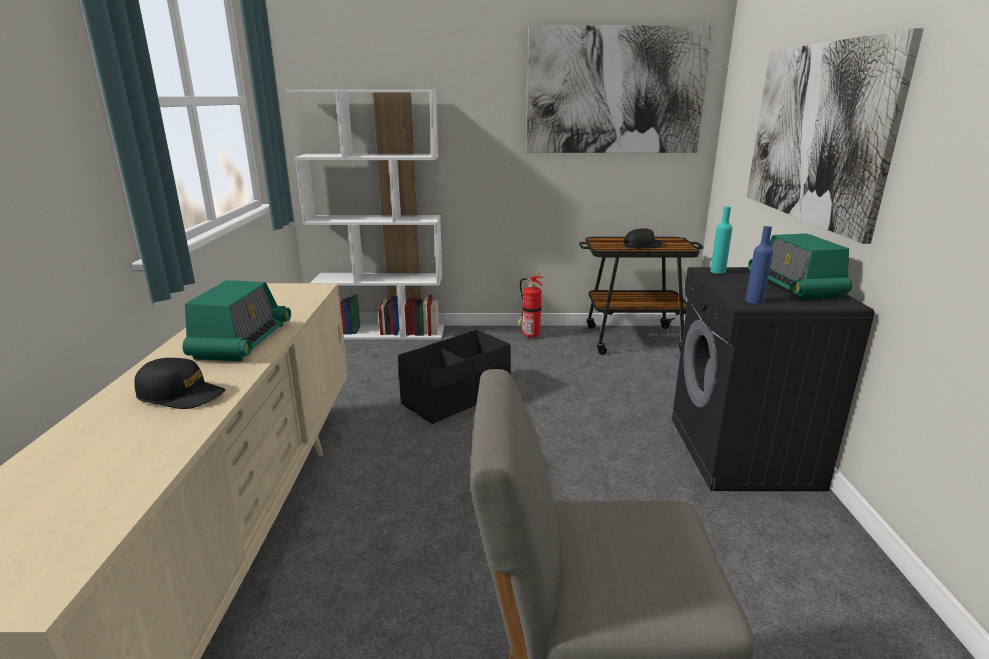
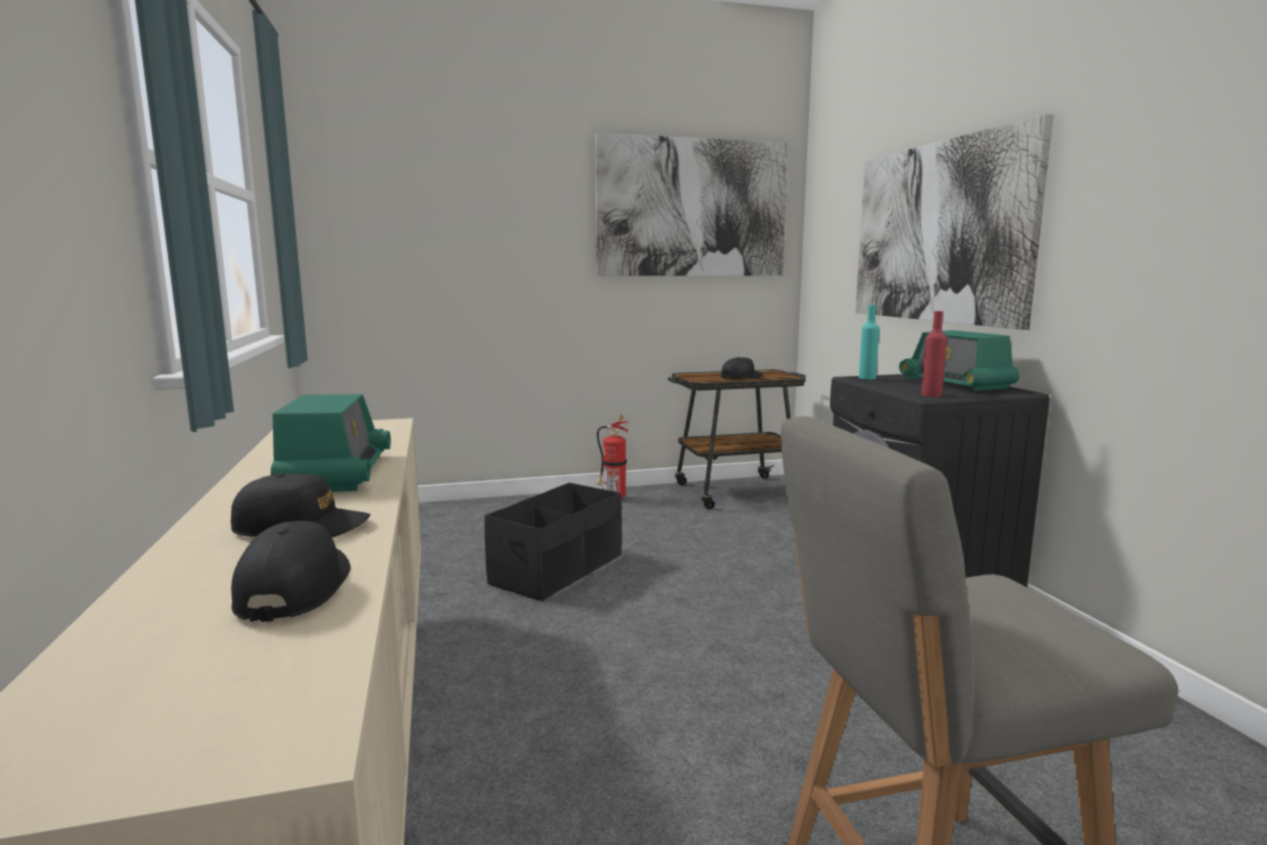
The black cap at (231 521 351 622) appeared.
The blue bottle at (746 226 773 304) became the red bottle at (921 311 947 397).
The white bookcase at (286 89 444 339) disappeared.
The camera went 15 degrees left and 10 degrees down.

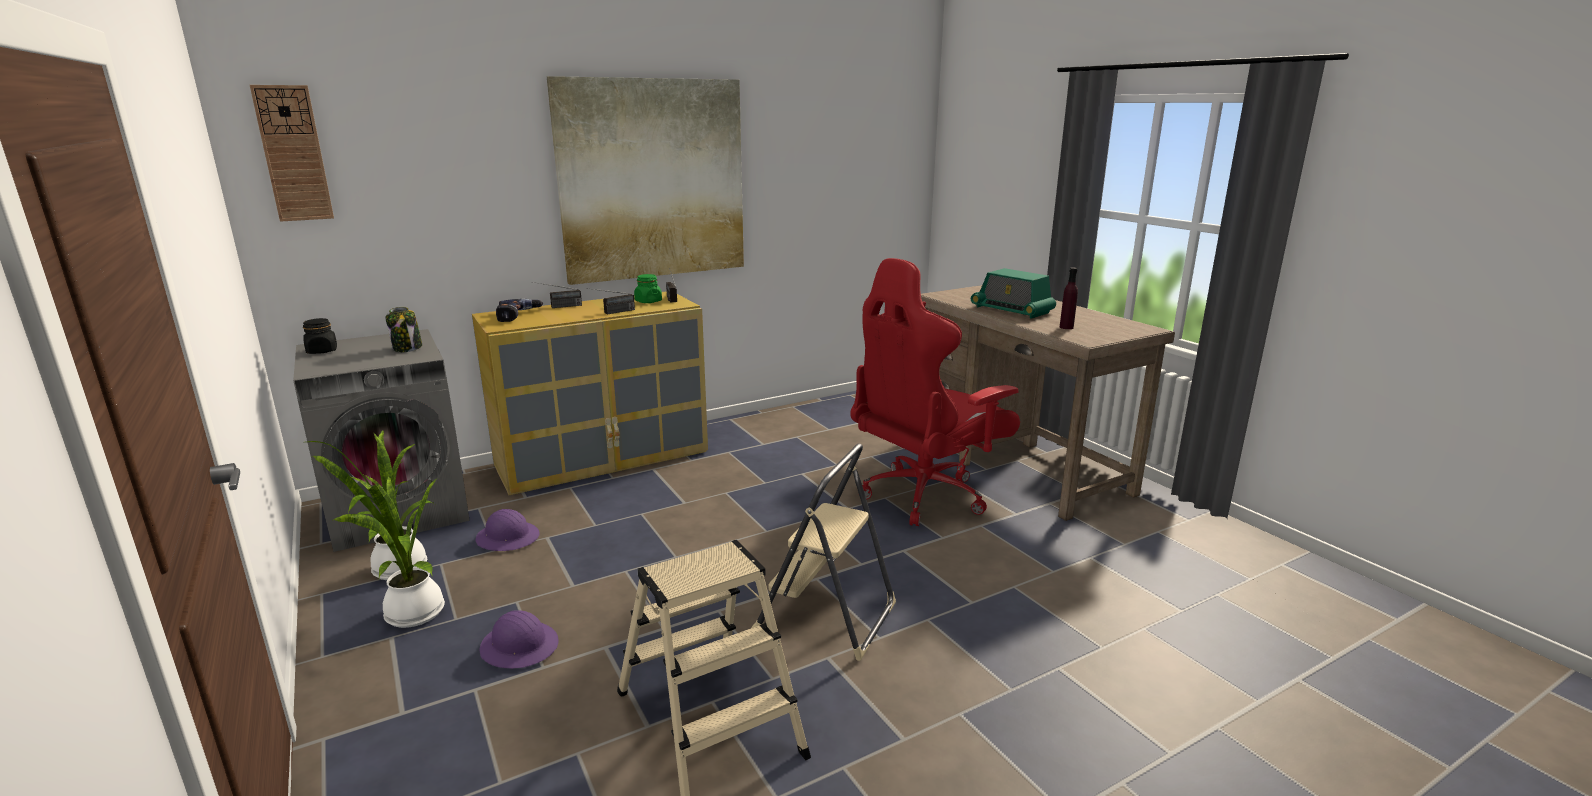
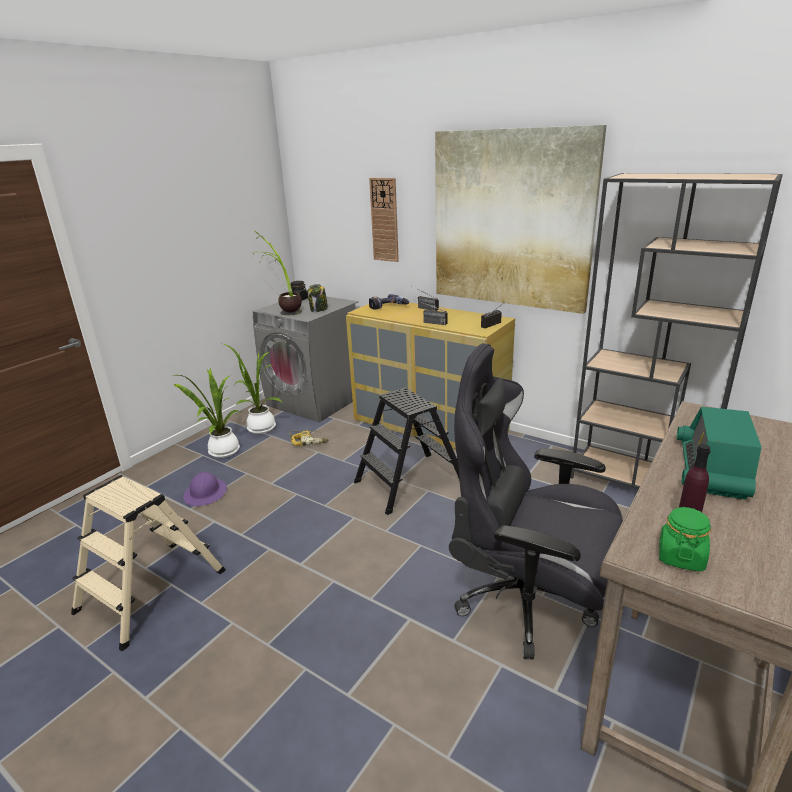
The potted plant at (251 231 302 315) appeared.
The purple hard hat at (475 509 540 551) was replaced by the power drill at (289 430 328 446).
The black step ladder at (354 387 460 515) appeared.
The wall clock moved from (250 85 334 222) to (369 178 399 262).
The red office chair at (850 258 1020 526) became the black office chair at (449 343 623 660).
The bookcase at (570 173 783 489) appeared.
The green jar moved from (634 274 662 303) to (659 507 711 572).
The beige step ladder at (751 443 896 661) disappeared.
The camera went 65 degrees right and 5 degrees up.

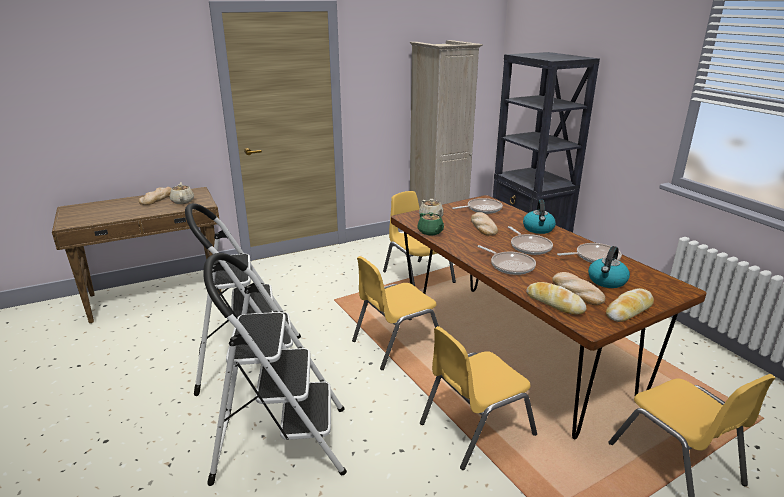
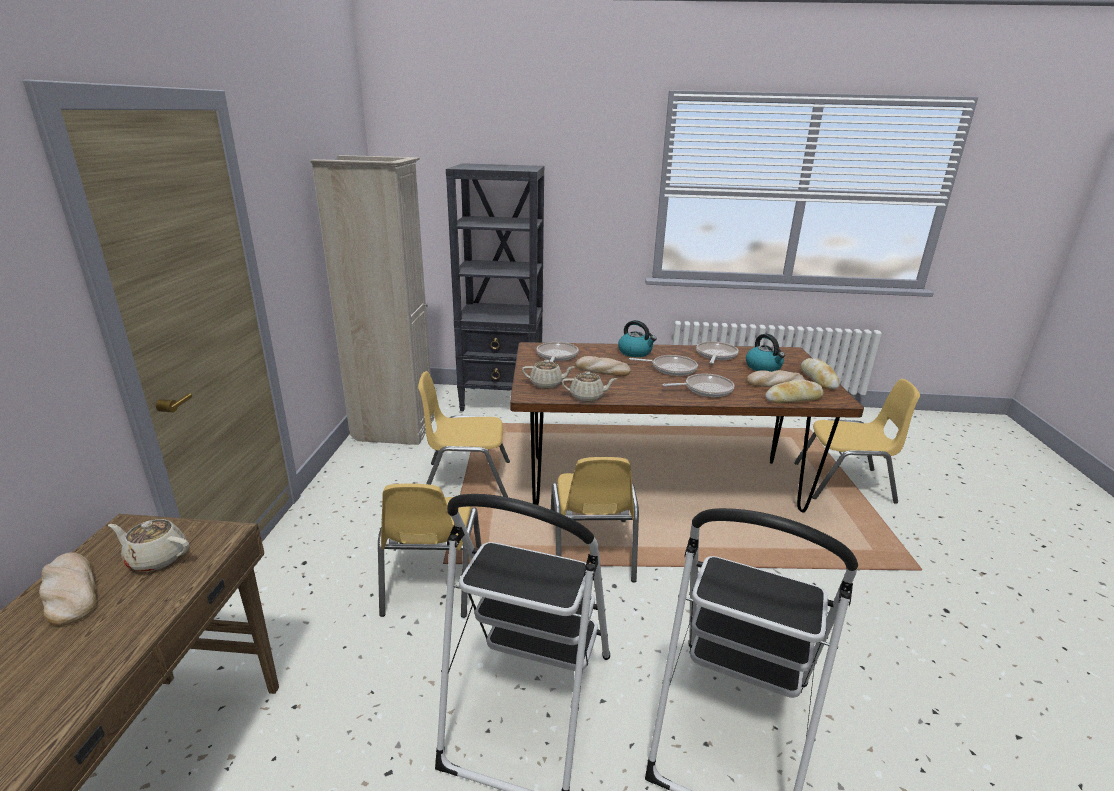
The yellow chair moved from (420 326 537 470) to (378 484 481 618).
The green teapot at (418 212 444 235) became the beige teapot at (562 371 617 402).
The camera went 60 degrees left and 0 degrees up.

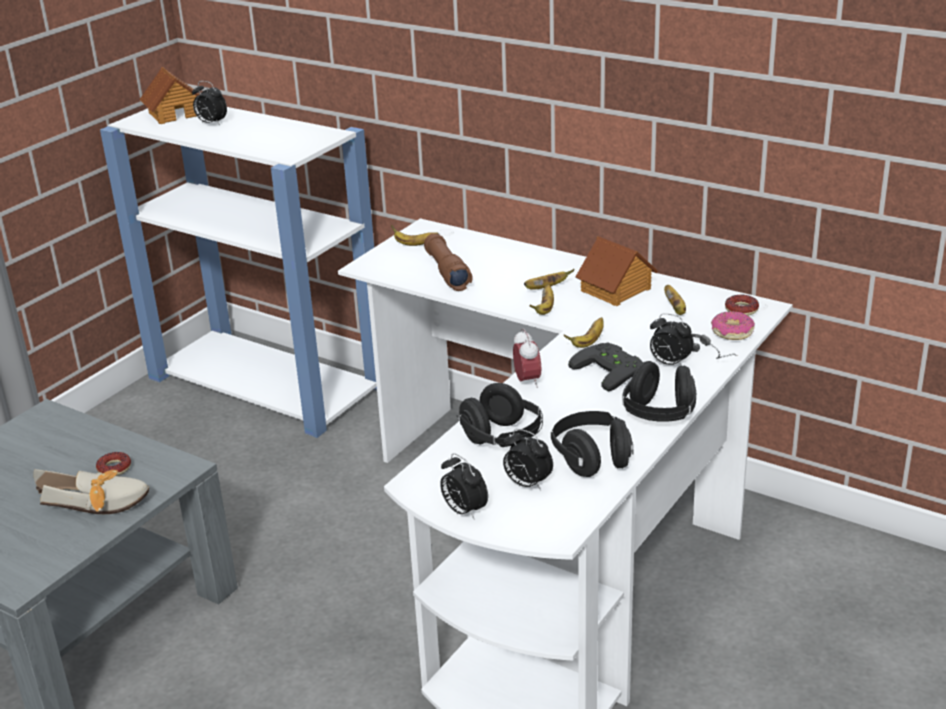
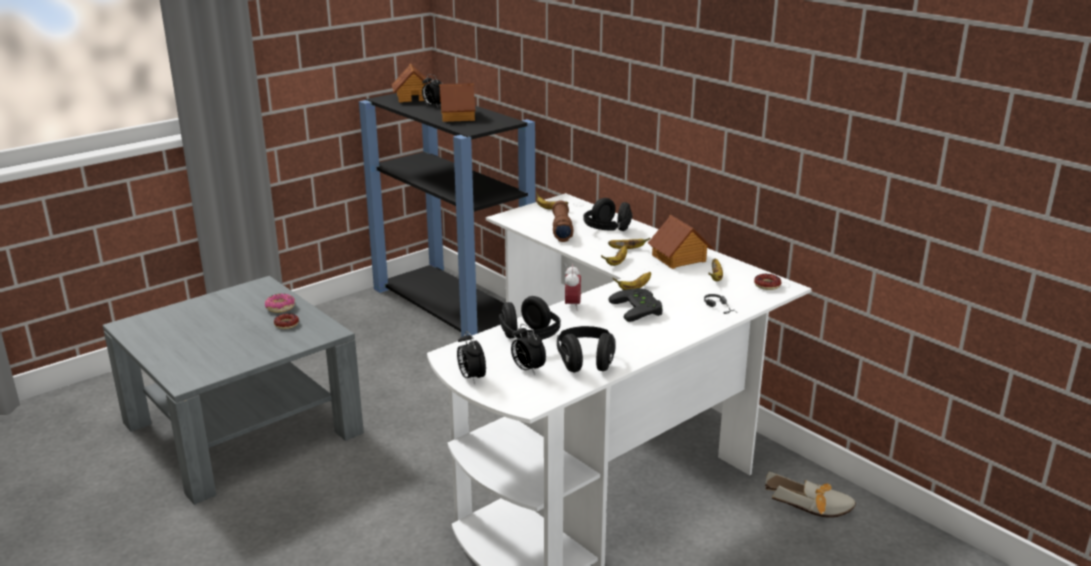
The donut moved from (711 311 755 340) to (265 294 295 313).
The white bookcase at (100 107 377 438) became the black bookcase at (359 93 535 337).
The toy house at (439 83 476 122) appeared.
The black headphones moved from (622 361 696 422) to (583 198 632 231).
The shoe moved from (34 469 149 514) to (765 472 856 518).
The alarm clock at (650 313 694 366) disappeared.
The camera went 15 degrees right and 5 degrees down.

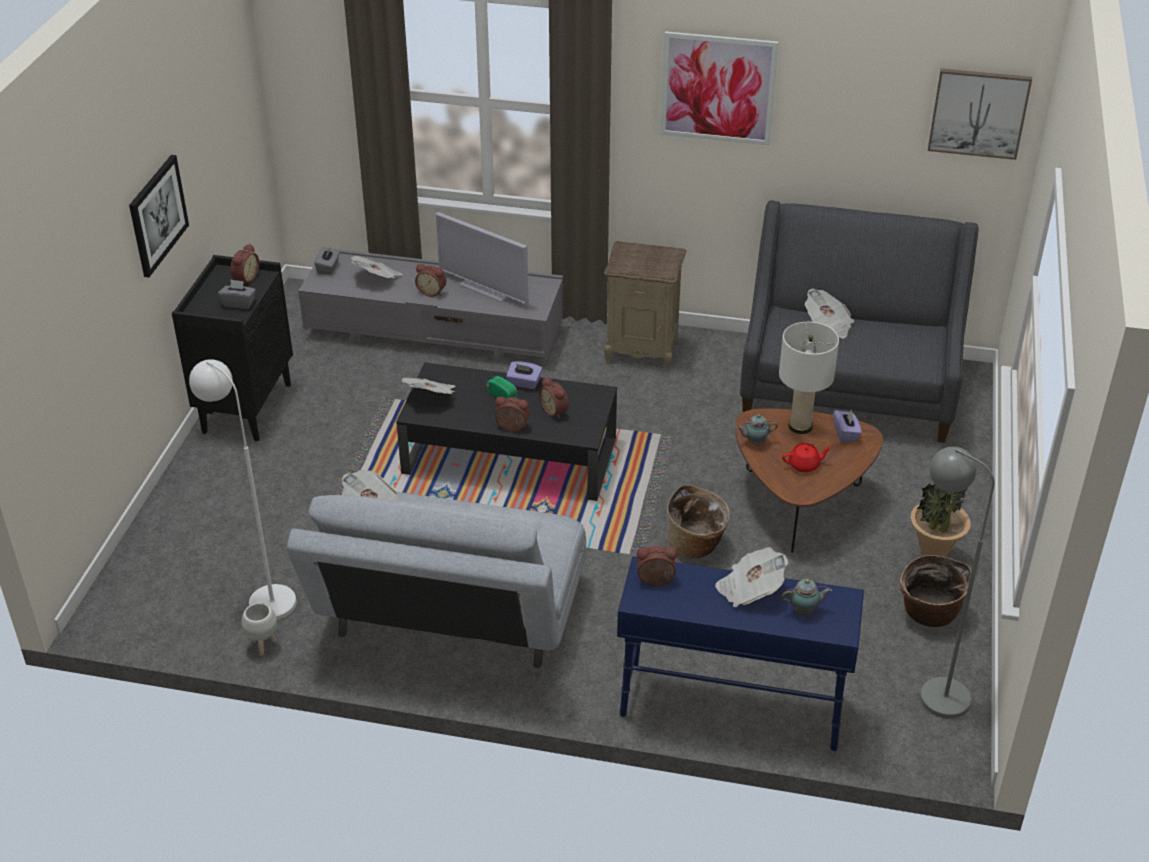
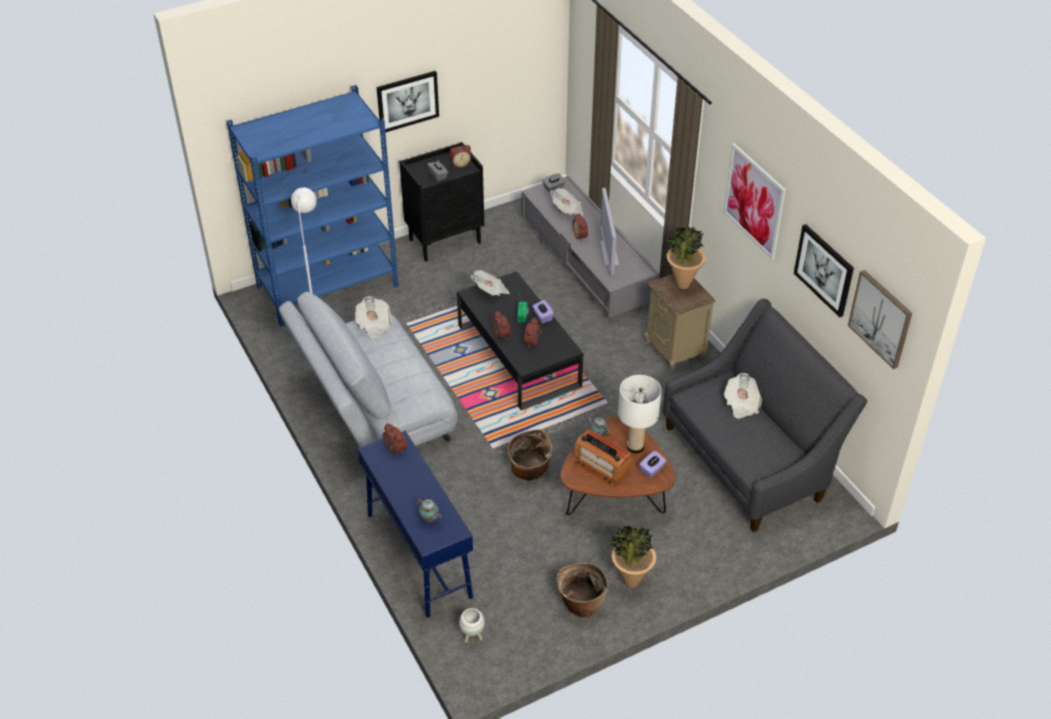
The blue bookcase at (227 85 399 326) appeared.
The white planter moved from (241 603 277 656) to (459 608 485 643).
The red teapot at (782 443 832 472) was replaced by the radio at (574 429 631 487).
The potted plant at (665 226 706 289) appeared.
The picture at (794 224 854 317) appeared.
The newspaper at (715 547 788 607) disappeared.
The grey floor lamp at (920 447 995 719) disappeared.
The camera went 50 degrees right and 5 degrees up.

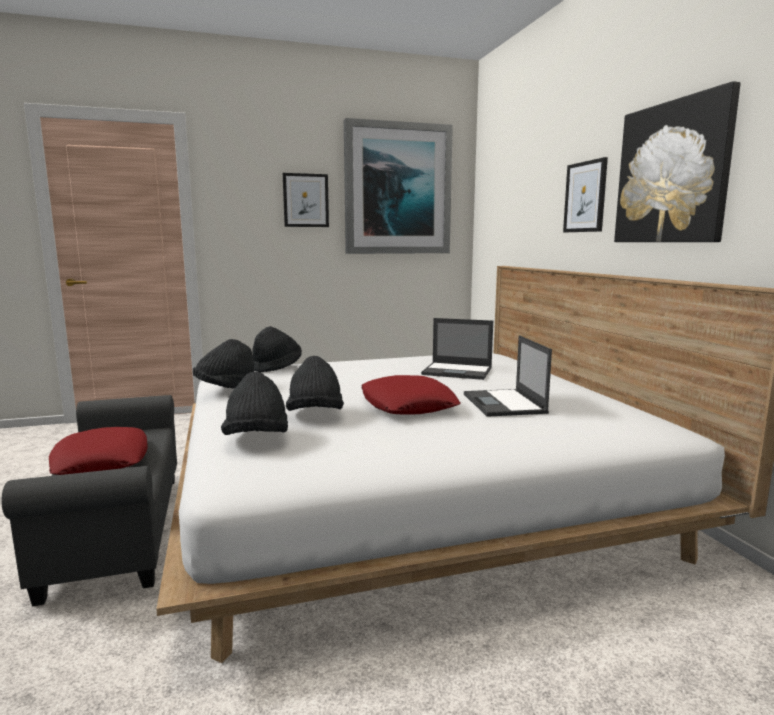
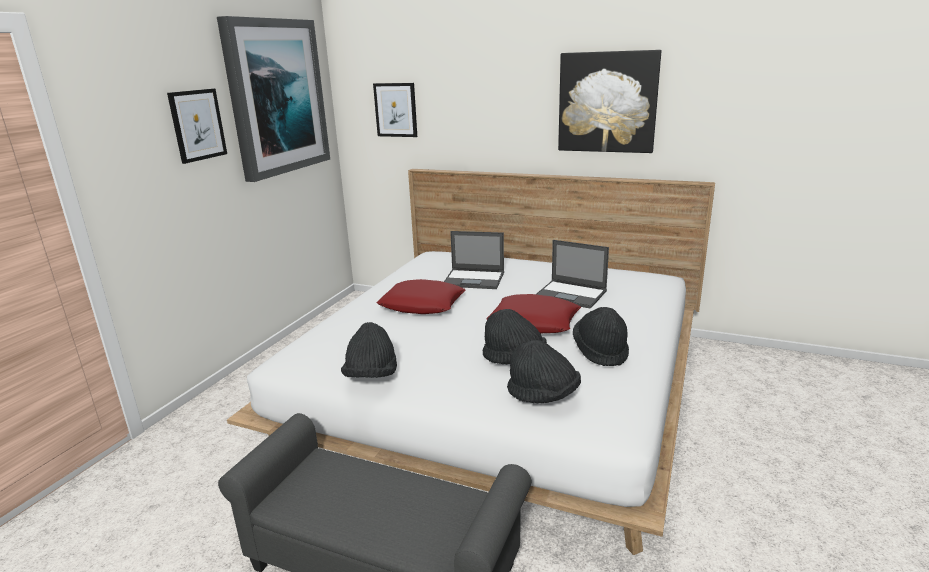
The picture moved from (563 157 608 232) to (373 83 417 137).
The red pillow moved from (49 427 147 475) to (377 279 465 314).
The laptop at (421 318 493 380) turned 45 degrees clockwise.
The black hat moved from (252 326 302 373) to (573 307 629 366).
The camera went 50 degrees left and 10 degrees up.

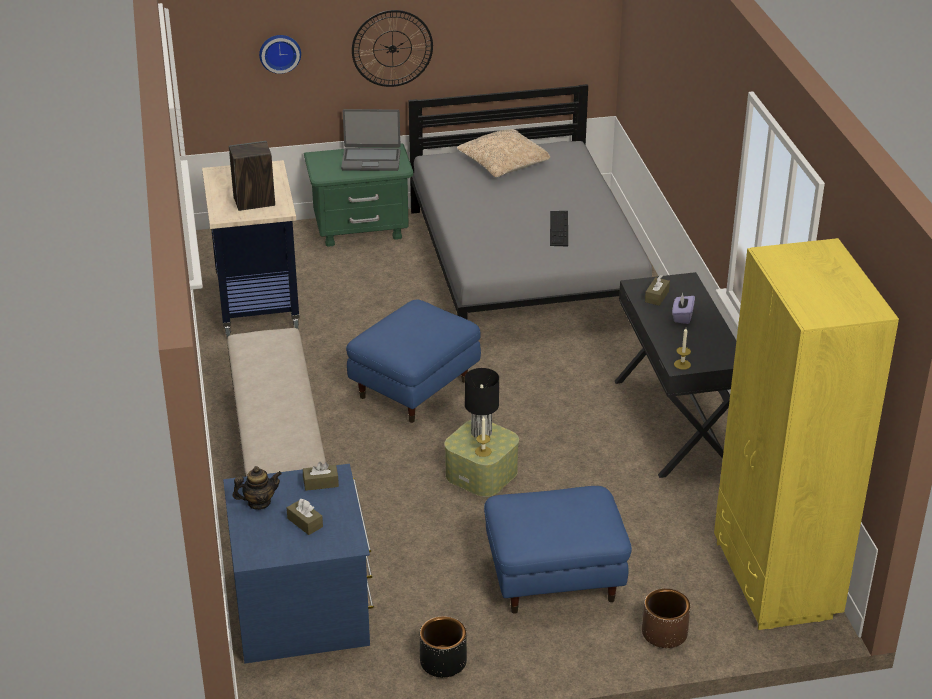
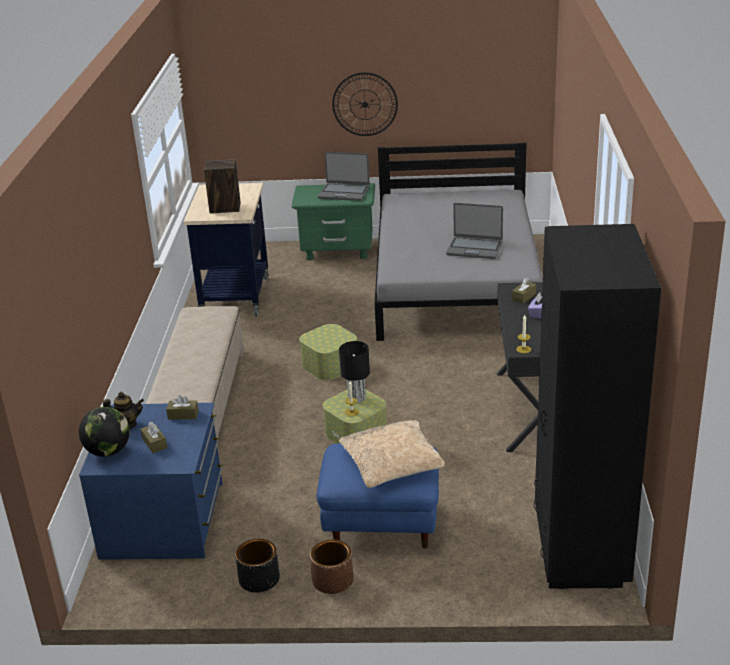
The globe at (79 407 130 457) appeared.
The blue ottoman at (346 300 481 423) was replaced by the storage box at (299 324 357 380).
The brown planter moved from (642 588 690 648) to (310 540 353 594).
The beige pillow moved from (457 129 550 177) to (339 420 445 488).
The keyboard at (550 211 568 246) was replaced by the laptop at (446 203 503 259).
The yellow wardrobe at (714 238 899 630) became the black wardrobe at (534 224 661 589).
The wall clock at (259 35 301 74) disappeared.
The camera went 15 degrees right and 5 degrees down.

